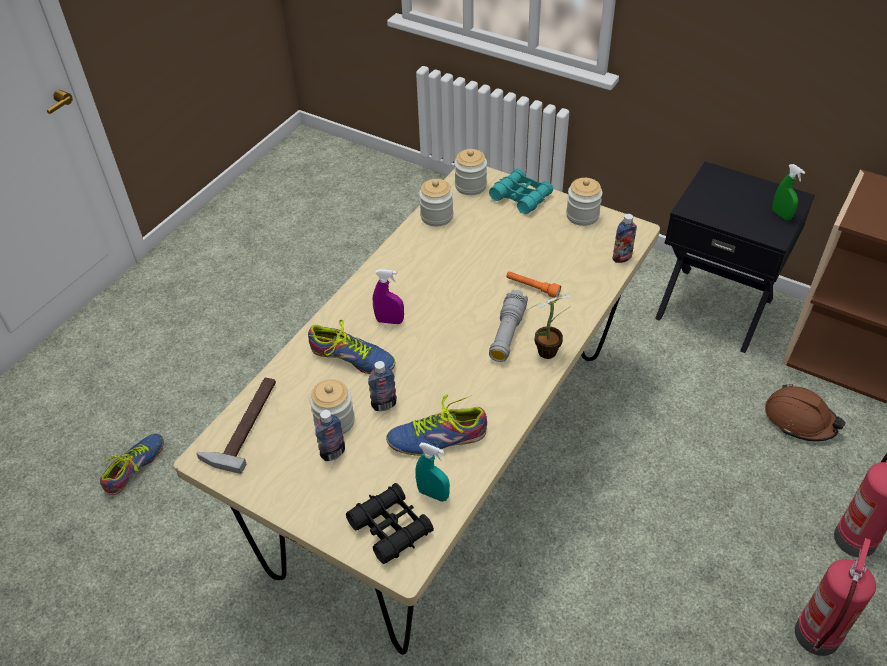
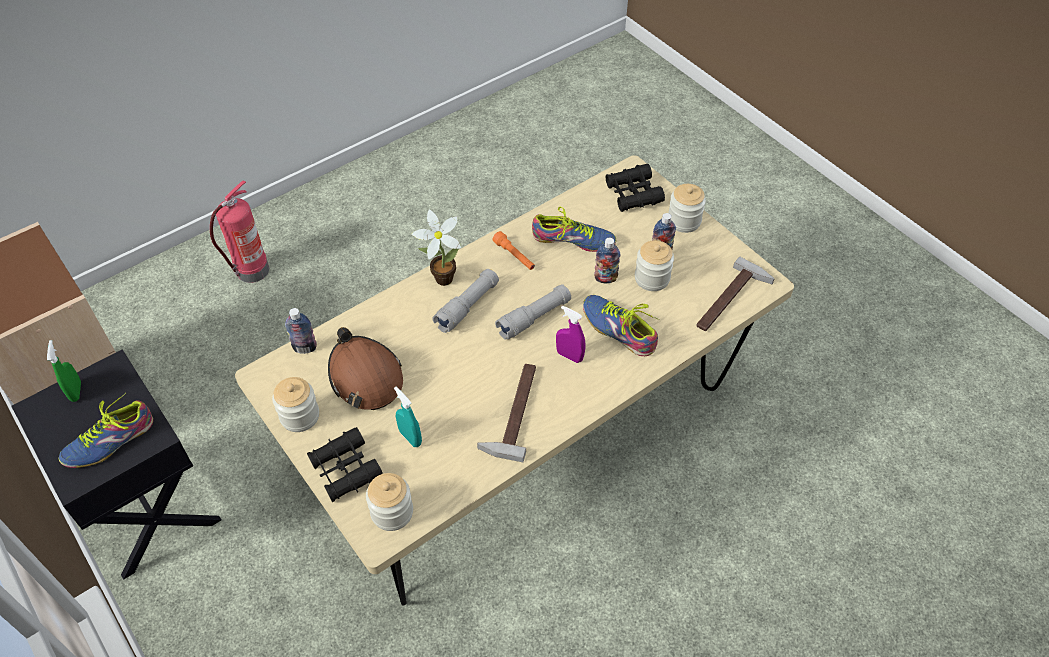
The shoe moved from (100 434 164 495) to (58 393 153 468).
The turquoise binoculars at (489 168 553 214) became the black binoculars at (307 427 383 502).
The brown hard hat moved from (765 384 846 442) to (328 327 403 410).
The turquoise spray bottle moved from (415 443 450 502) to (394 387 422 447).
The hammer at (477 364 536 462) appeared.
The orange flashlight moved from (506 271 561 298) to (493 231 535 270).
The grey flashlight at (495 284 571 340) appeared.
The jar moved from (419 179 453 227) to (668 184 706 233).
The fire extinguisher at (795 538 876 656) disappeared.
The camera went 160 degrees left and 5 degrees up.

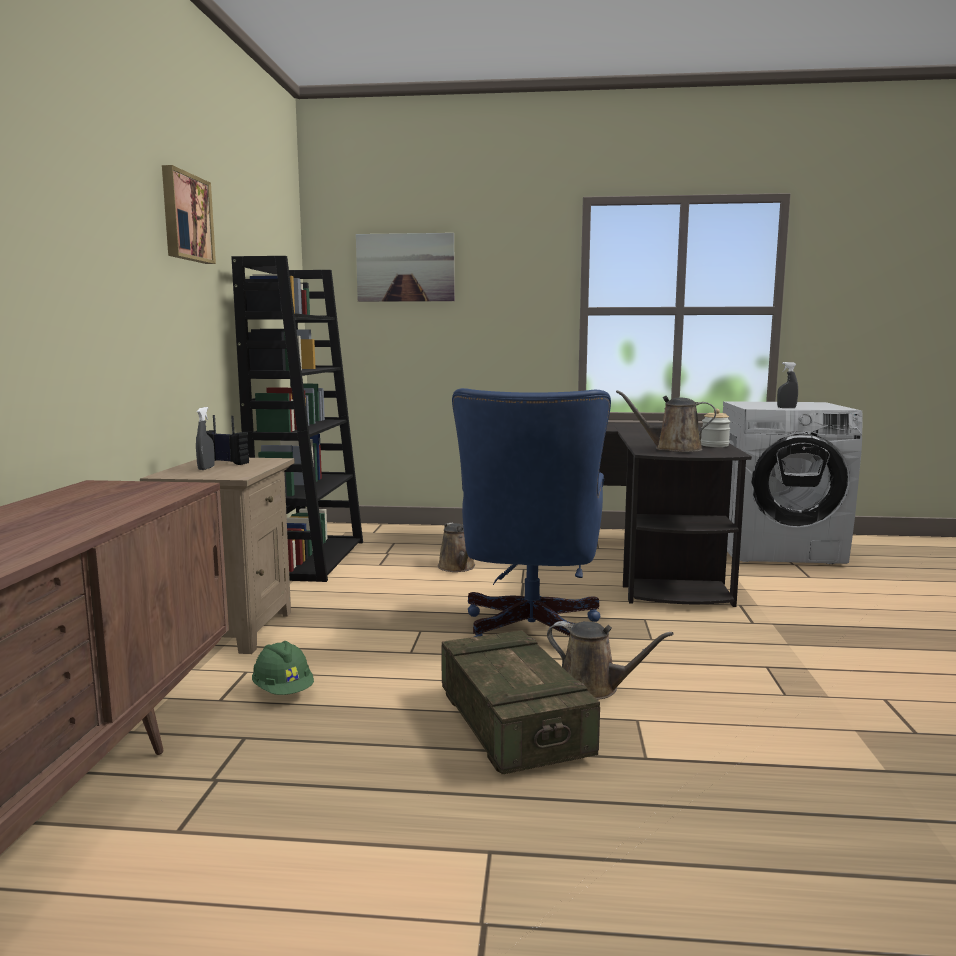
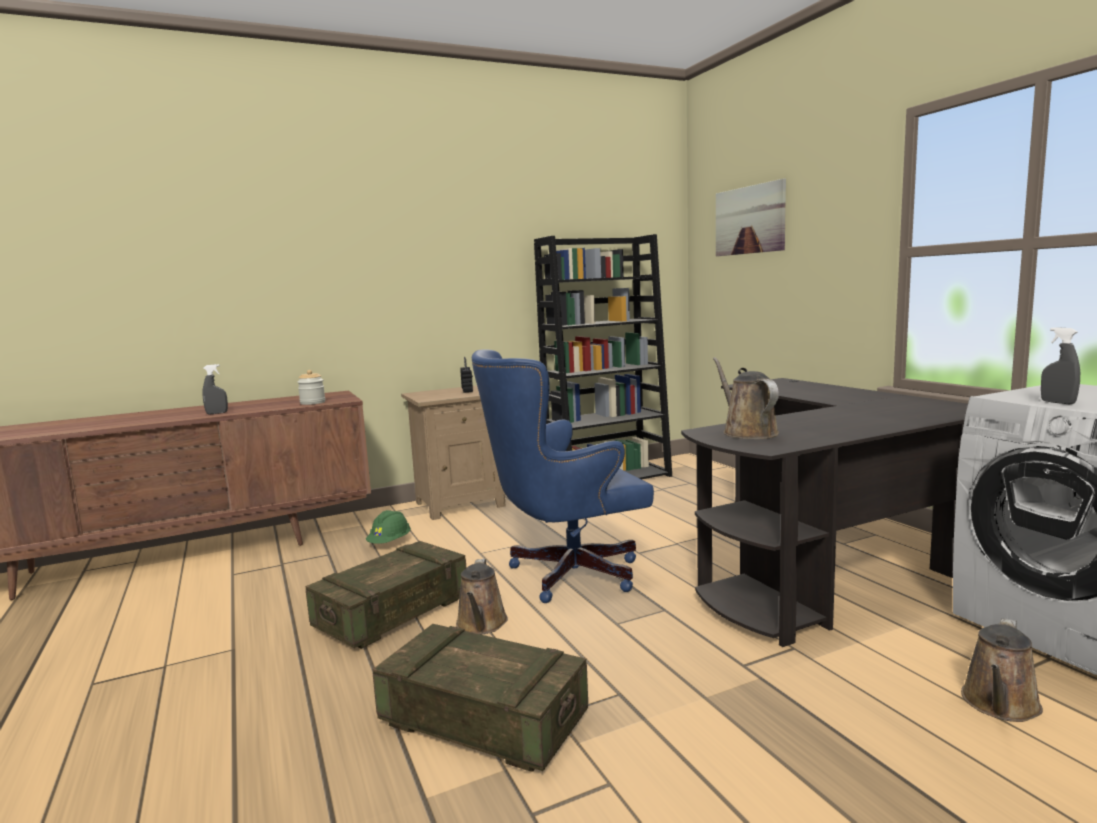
The grey spray bottle moved from (196 407 215 470) to (202 364 228 415).
The jar moved from (701 409 731 447) to (297 370 325 405).
The crate at (373 624 588 771) appeared.
The brown watering can moved from (438 523 475 572) to (961 618 1043 722).
The picture at (162 165 216 264) disappeared.
The camera went 60 degrees right and 0 degrees up.

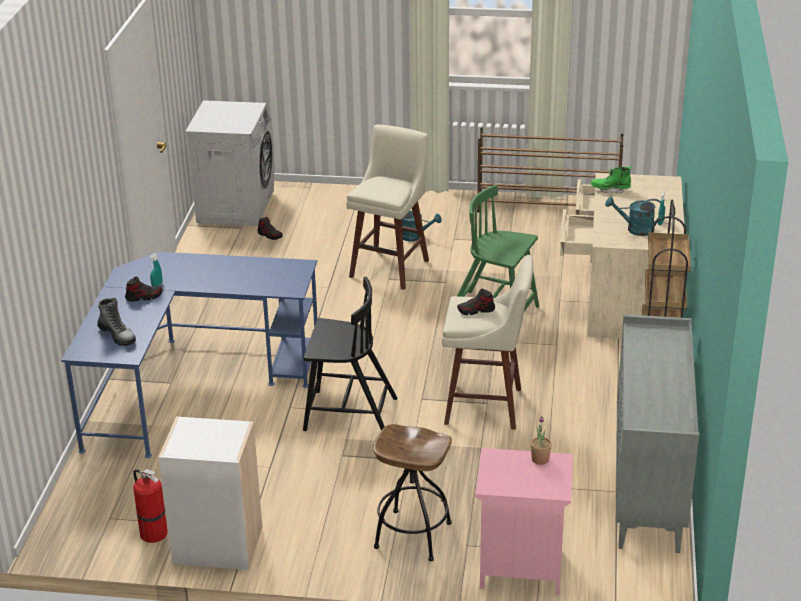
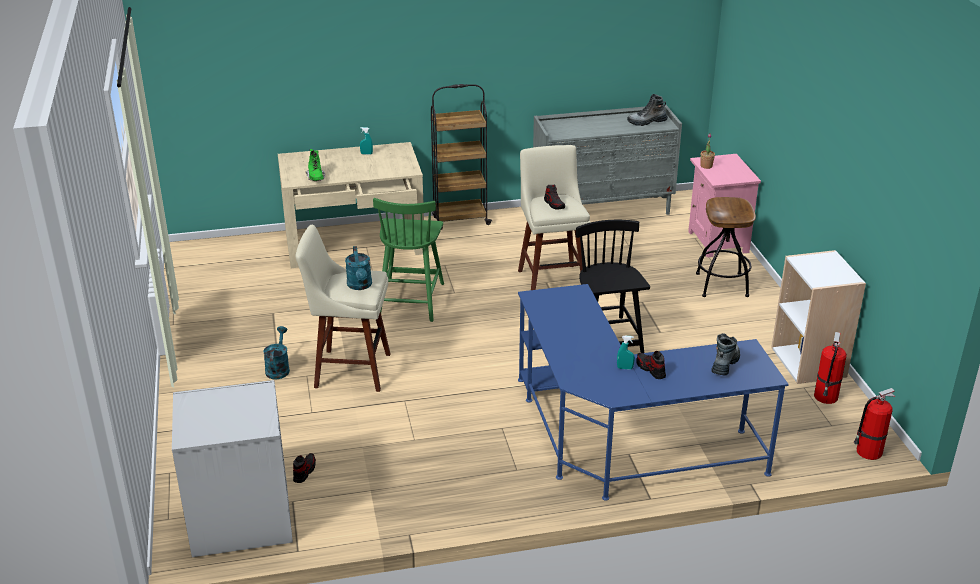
The turquoise watering can moved from (605 196 663 236) to (345 246 372 290).
The boot at (627 94 668 126) appeared.
The fire extinguisher at (854 388 895 460) appeared.
The brown shoe rack at (477 128 623 212) disappeared.
The camera went 110 degrees left and 0 degrees up.

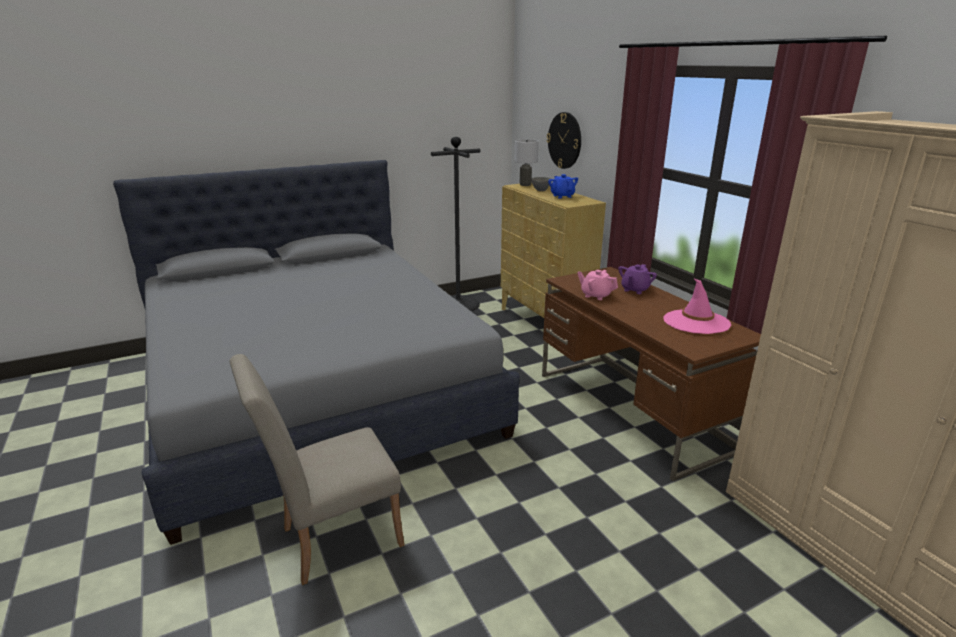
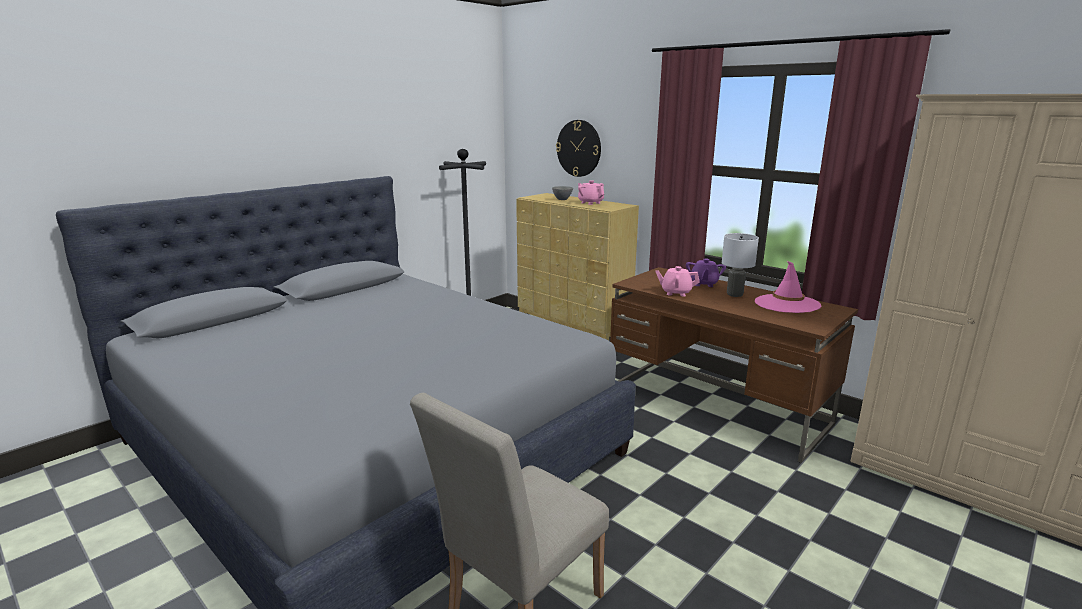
The blue teapot at (548 174 578 198) became the pink teapot at (578 180 604 205).
The white table lamp moved from (514 139 539 186) to (722 233 759 297).
The camera went 20 degrees left and 5 degrees down.

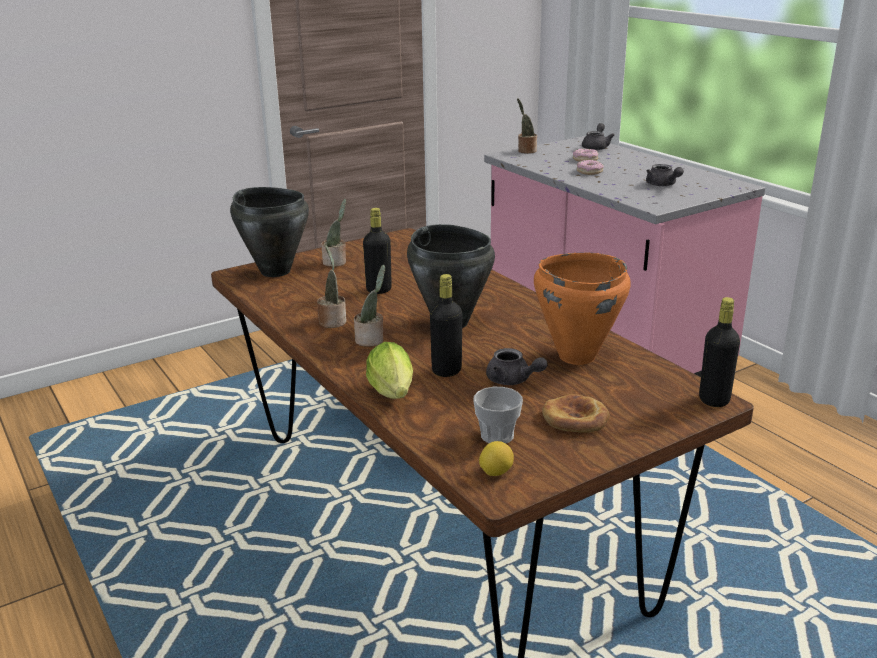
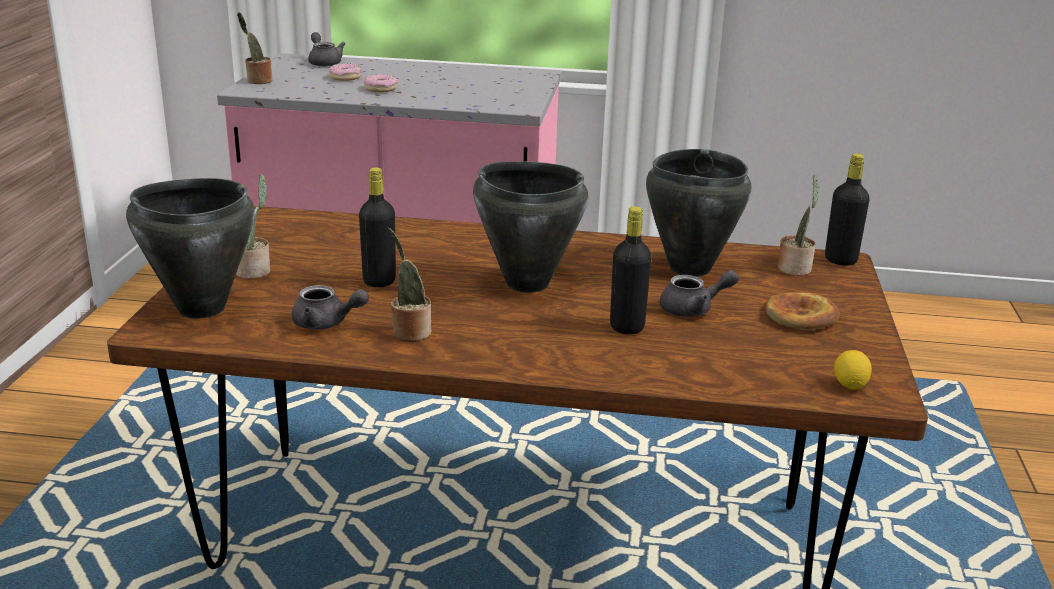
The grey teapot moved from (646 164 684 186) to (292 285 369 330).
The orange cooking pot at (534 253 631 365) became the black cooking pot at (646 149 751 277).
The potted plant moved from (354 265 385 347) to (777 174 819 276).
The lettuce at (366 342 413 399) disappeared.
The cup at (473 387 523 444) disappeared.
The camera went 50 degrees left and 0 degrees up.

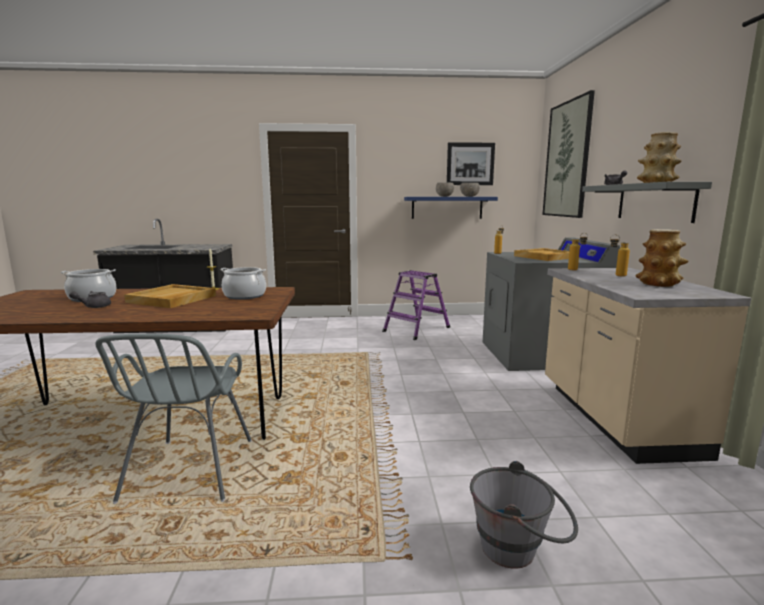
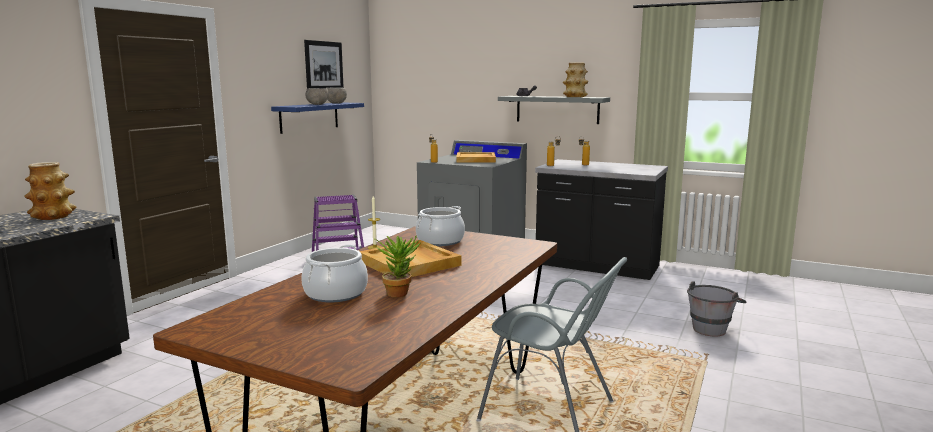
The vase moved from (636 229 688 287) to (24 162 76 220).
The grey teapot at (69 291 111 308) was replaced by the potted plant at (375 235 420 297).
The beige counter at (545 268 751 464) became the black counter at (535 159 668 280).
The picture at (542 90 595 218) disappeared.
The camera went 60 degrees left and 0 degrees up.

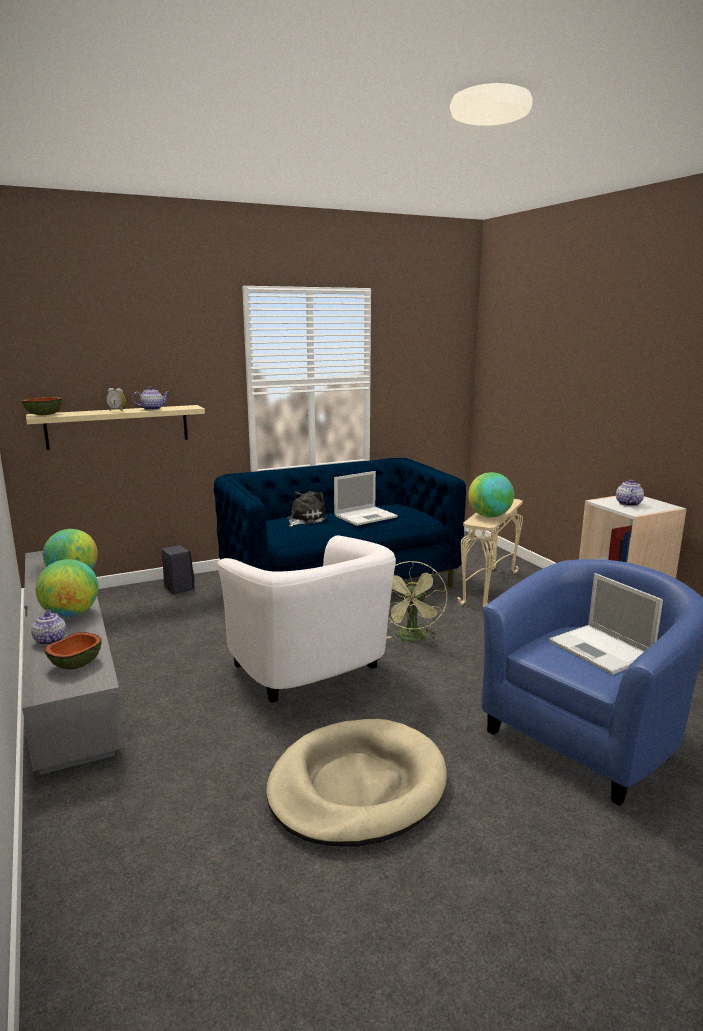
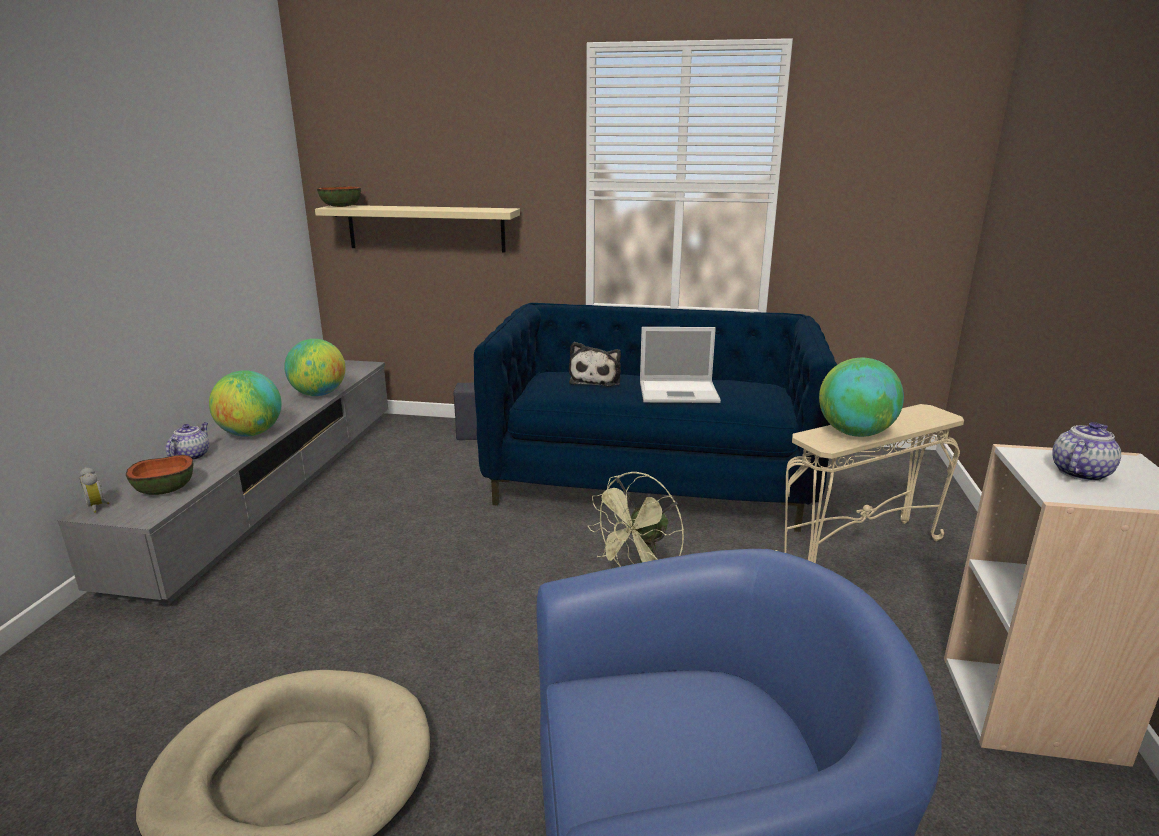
The alarm clock moved from (106 388 126 412) to (79 467 109 513).
The plush toy at (287 491 327 527) turned 120 degrees clockwise.
The teapot at (132 387 169 410) disappeared.
The white armchair at (217 535 396 703) disappeared.
The laptop at (549 573 663 675) disappeared.
The camera went 35 degrees right and 5 degrees up.

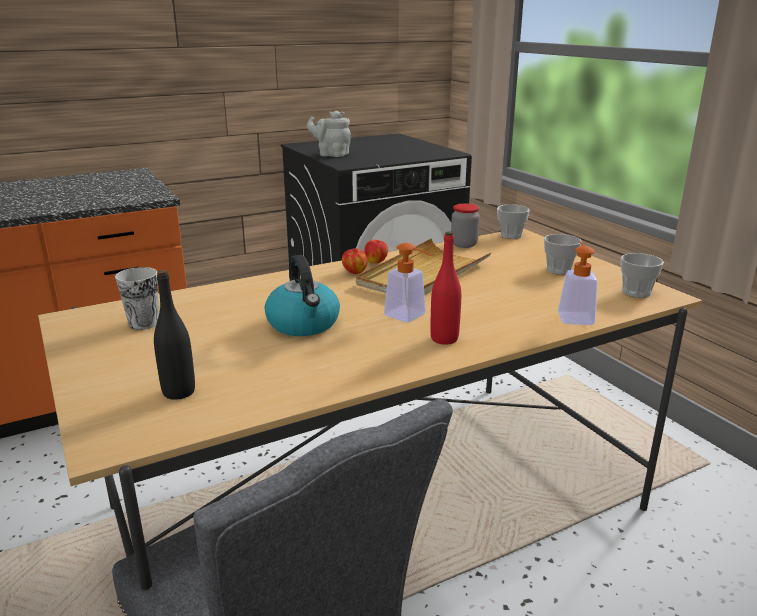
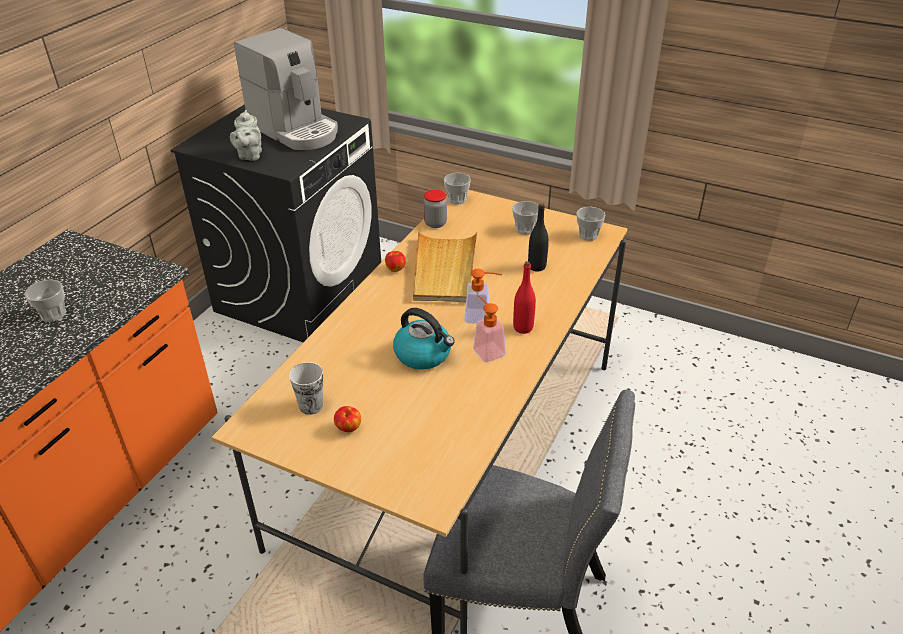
The cup at (25 279 66 322) appeared.
The grey teapot at (307 111 351 157) turned 75 degrees counterclockwise.
The coffee machine at (234 28 338 150) appeared.
The apple moved from (342 248 368 274) to (334 406 361 432).
The soap dispenser moved from (558 241 597 325) to (473 295 506 362).
The black bottle moved from (154 270 195 400) to (528 203 549 271).
The camera went 35 degrees left and 15 degrees up.

